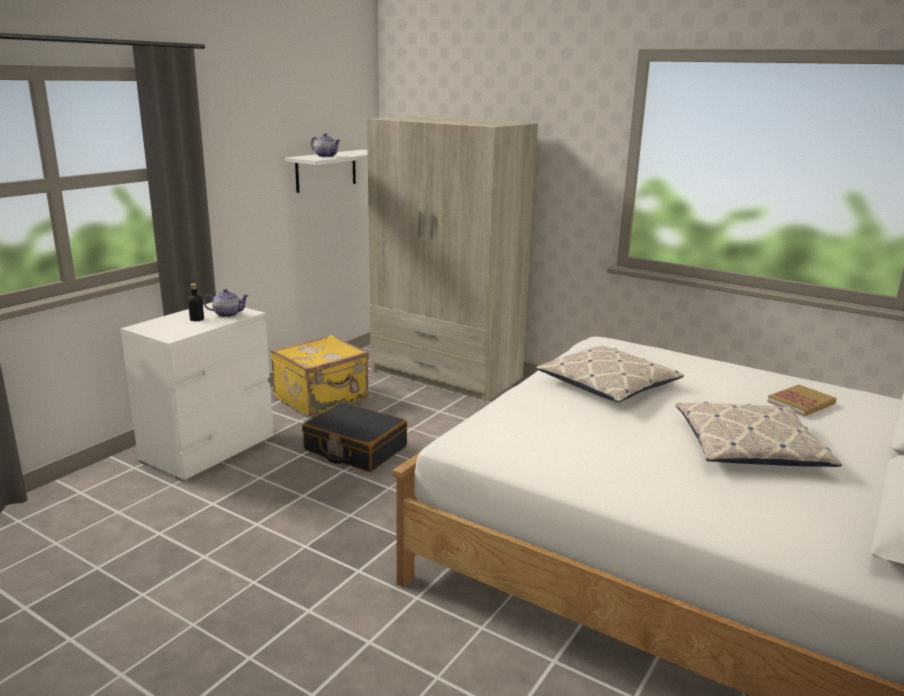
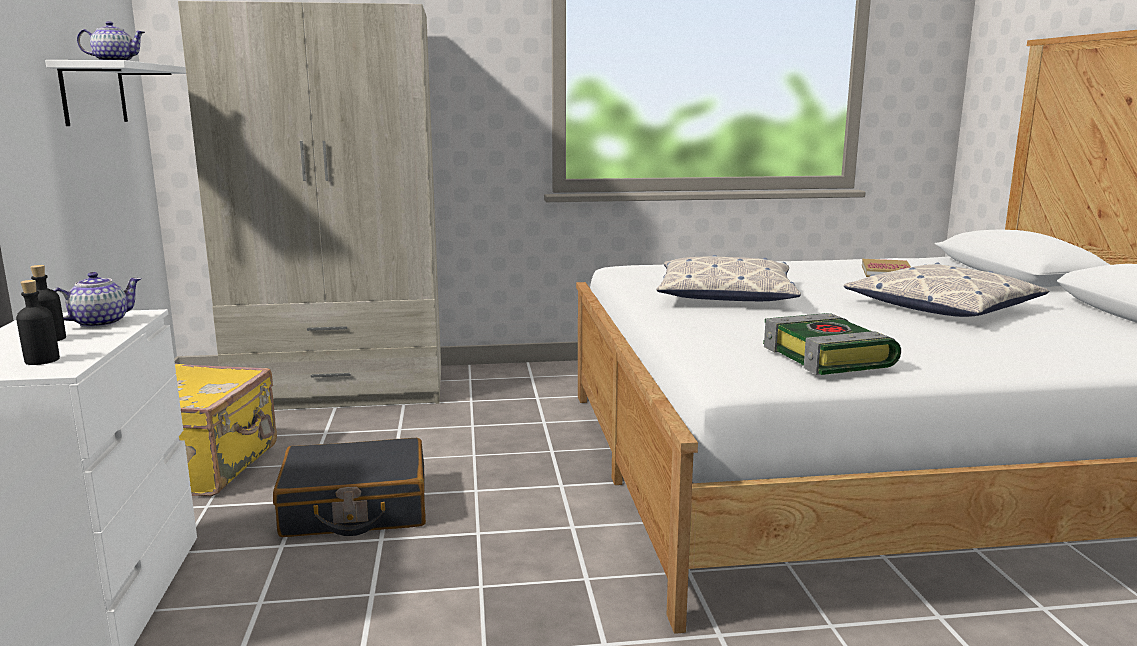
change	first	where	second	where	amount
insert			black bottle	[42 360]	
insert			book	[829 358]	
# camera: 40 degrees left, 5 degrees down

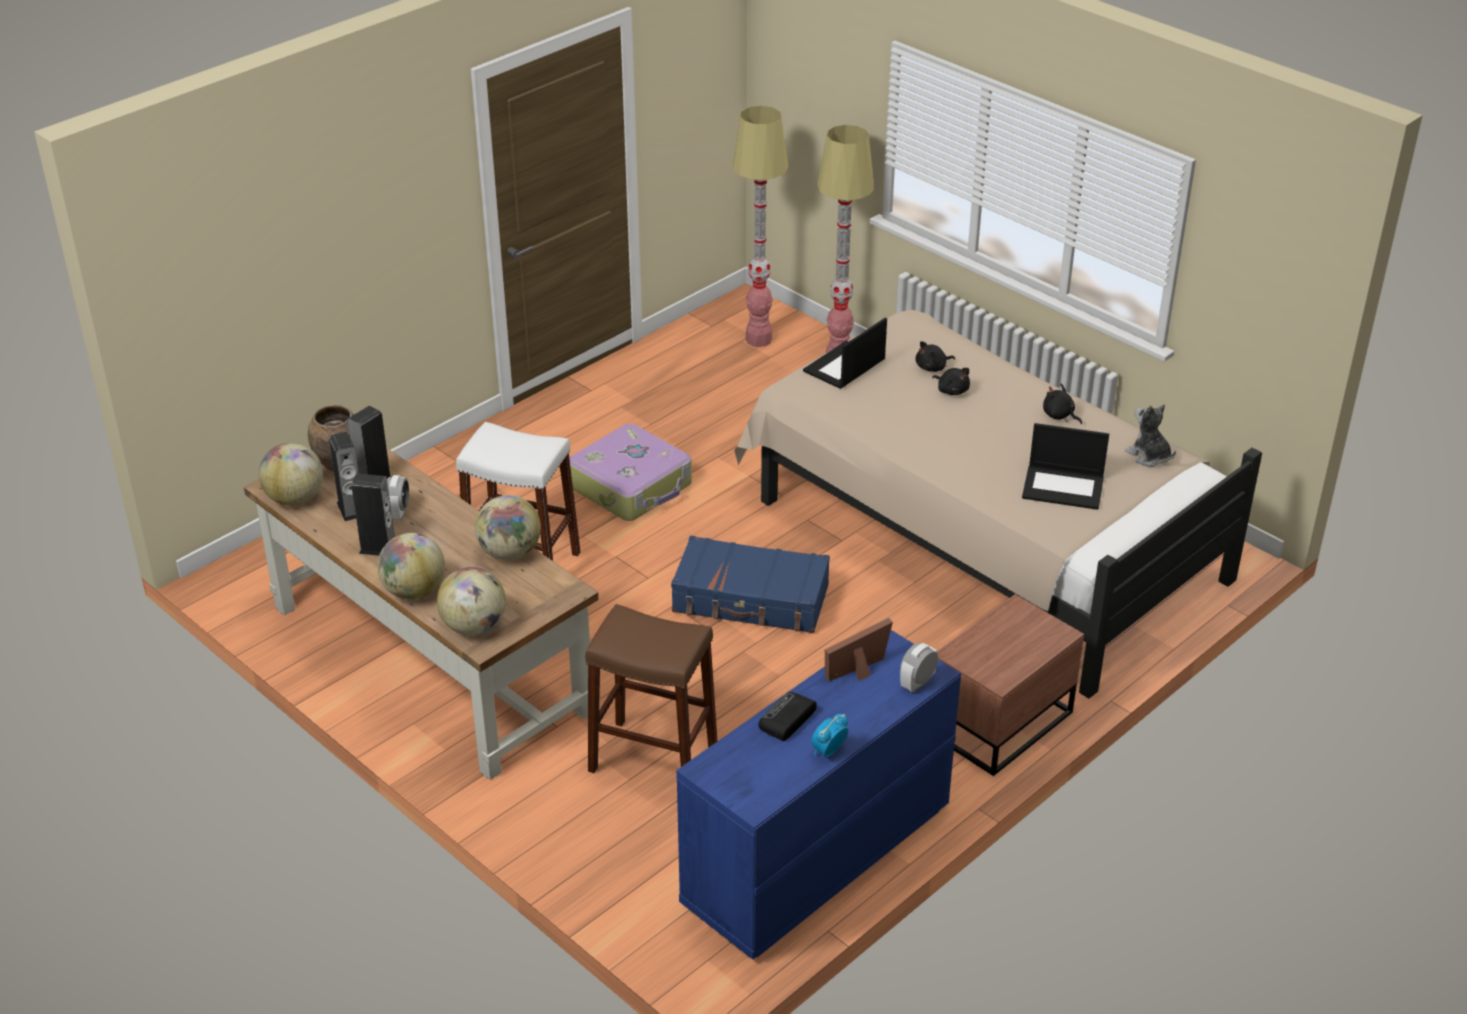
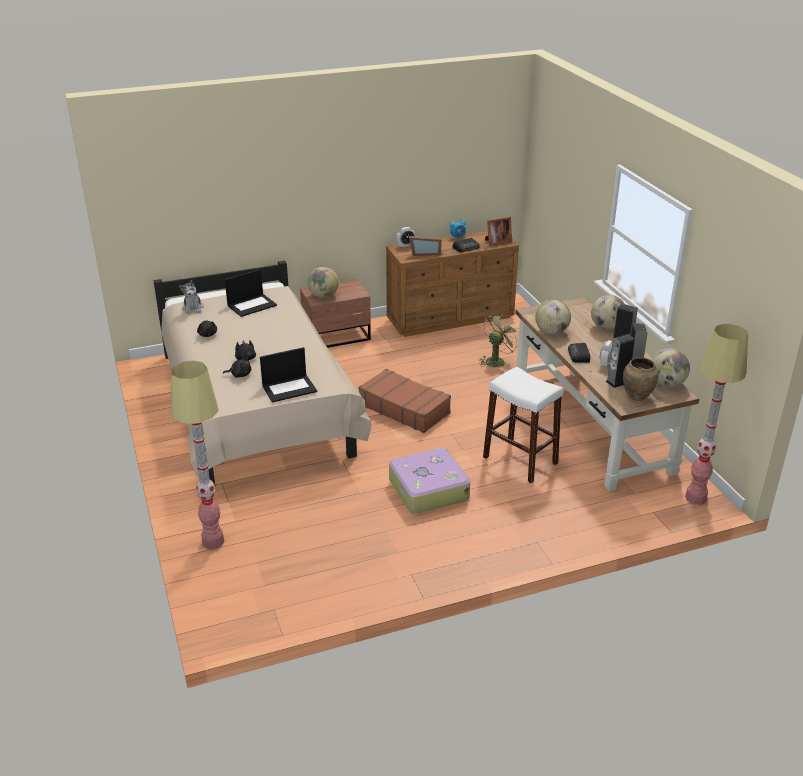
change	first	where	second	where	amount
rotate	laptop	[1064 487]		[252 305]	105 degrees clockwise
move	globe	[474 626]		[323 296]	
recolor	blue suitcase	[751 599]	brown suitcase	[404 408]	
recolor	blue dresser	[815 857]	brown dresser	[451 318]	
replace	brown stool	[653 758]	green fan	[497 360]	
insert			picture frame	[497 242]	
insert			radio	[579 355]	
move	floor lamp	[758 339]		[696 498]	
# camera: 155 degrees left, 5 degrees down

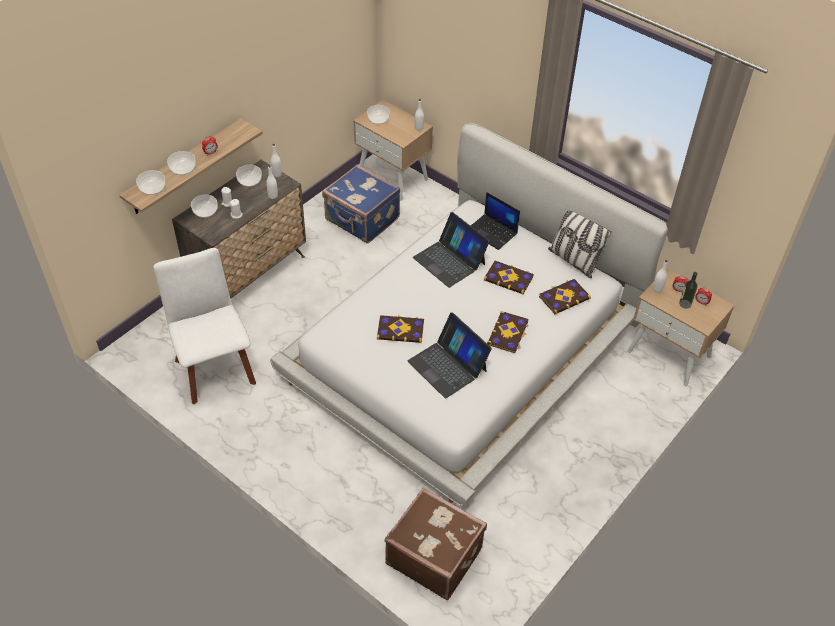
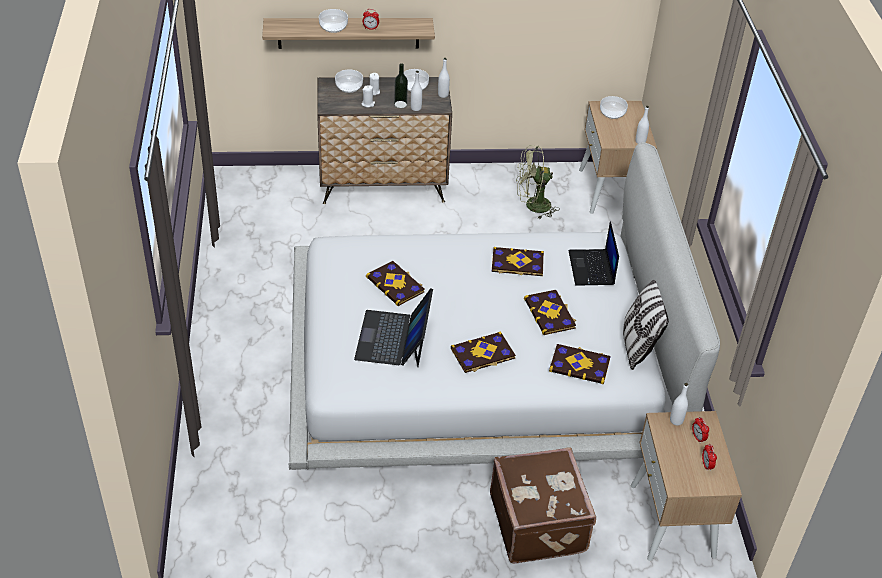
change	first	where	second	where	amount
move	bottle	[685 304]		[400 104]	
move	brown suitcase	[434 555]		[539 523]	
replace	laptop	[449 260]	book	[517 263]	
replace	blue suitcase	[362 220]	green fan	[532 206]	
delete	bowl	[153 188]			
delete	white chair	[214 368]			
# camera: 45 degrees right, 5 degrees down

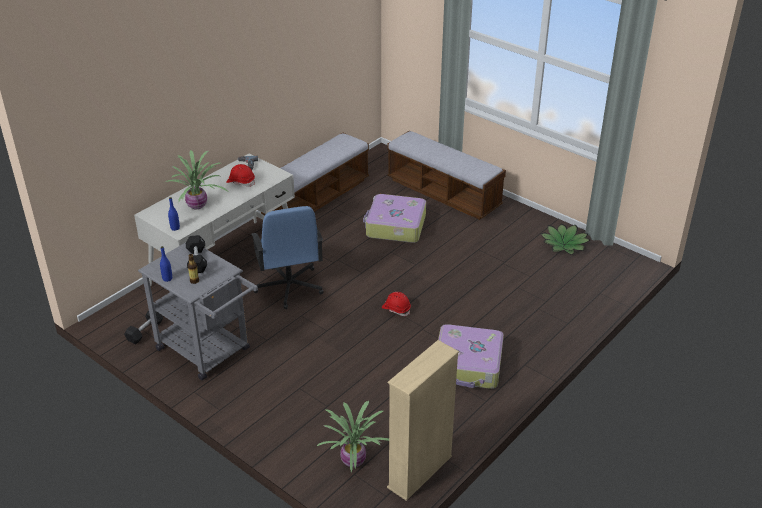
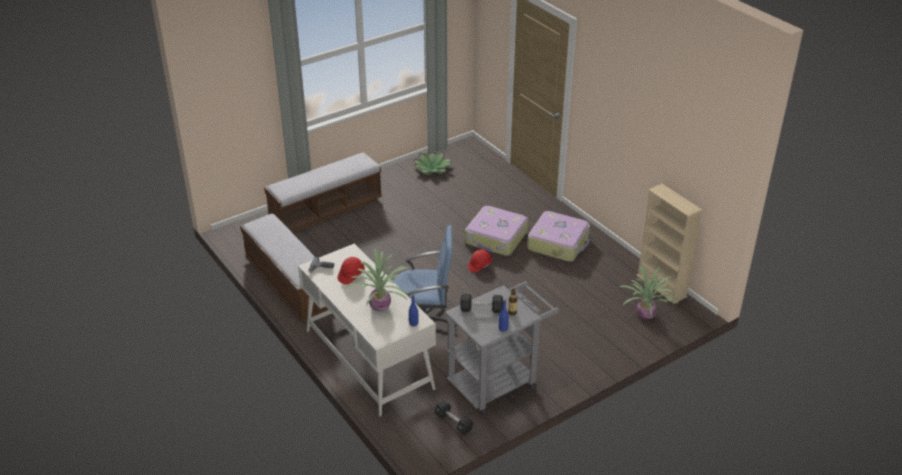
change	first	where	second	where	amount
move	suitcase	[395 226]		[496 238]	
# camera: 75 degrees left, 0 degrees up

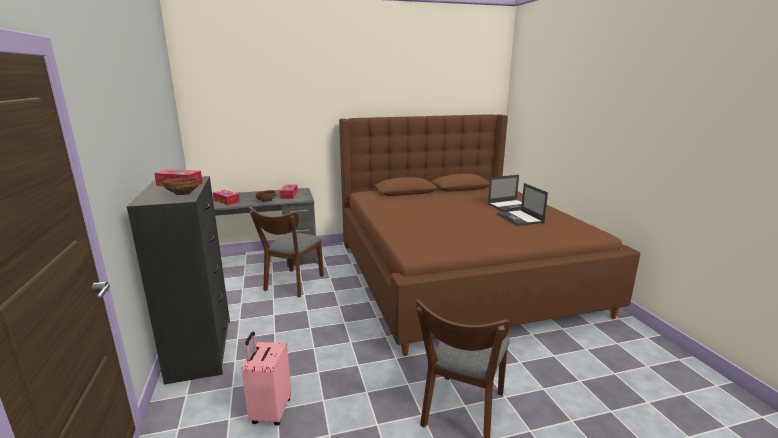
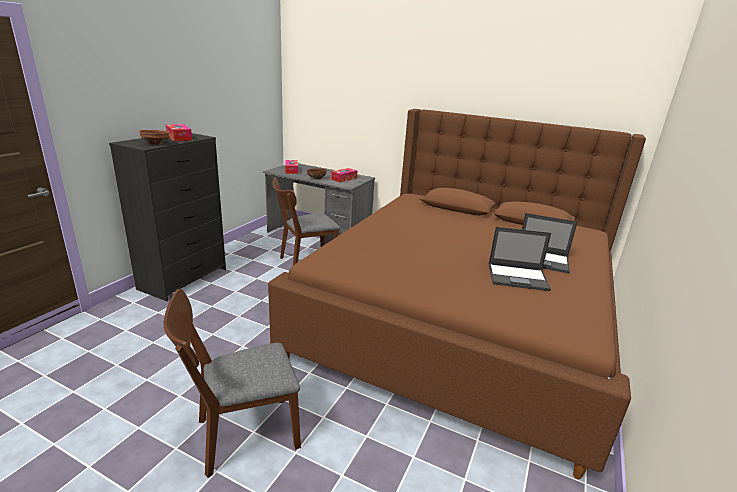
change	first	where	second	where	amount
rotate	laptop	[520 218]		[518 277]	105 degrees counterclockwise
delete	pink suitcase	[270 411]			
# camera: 40 degrees right, 5 degrees up

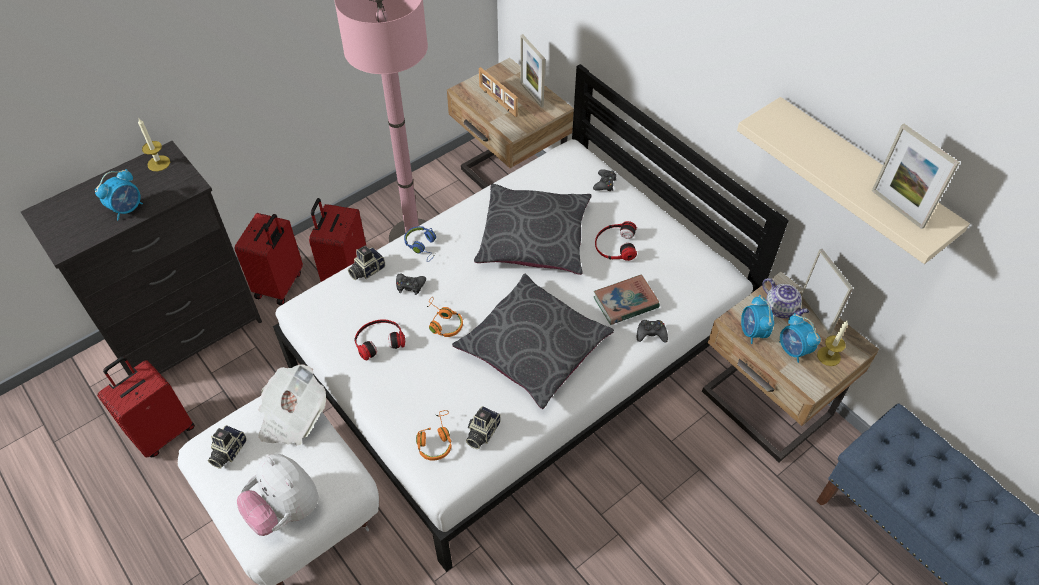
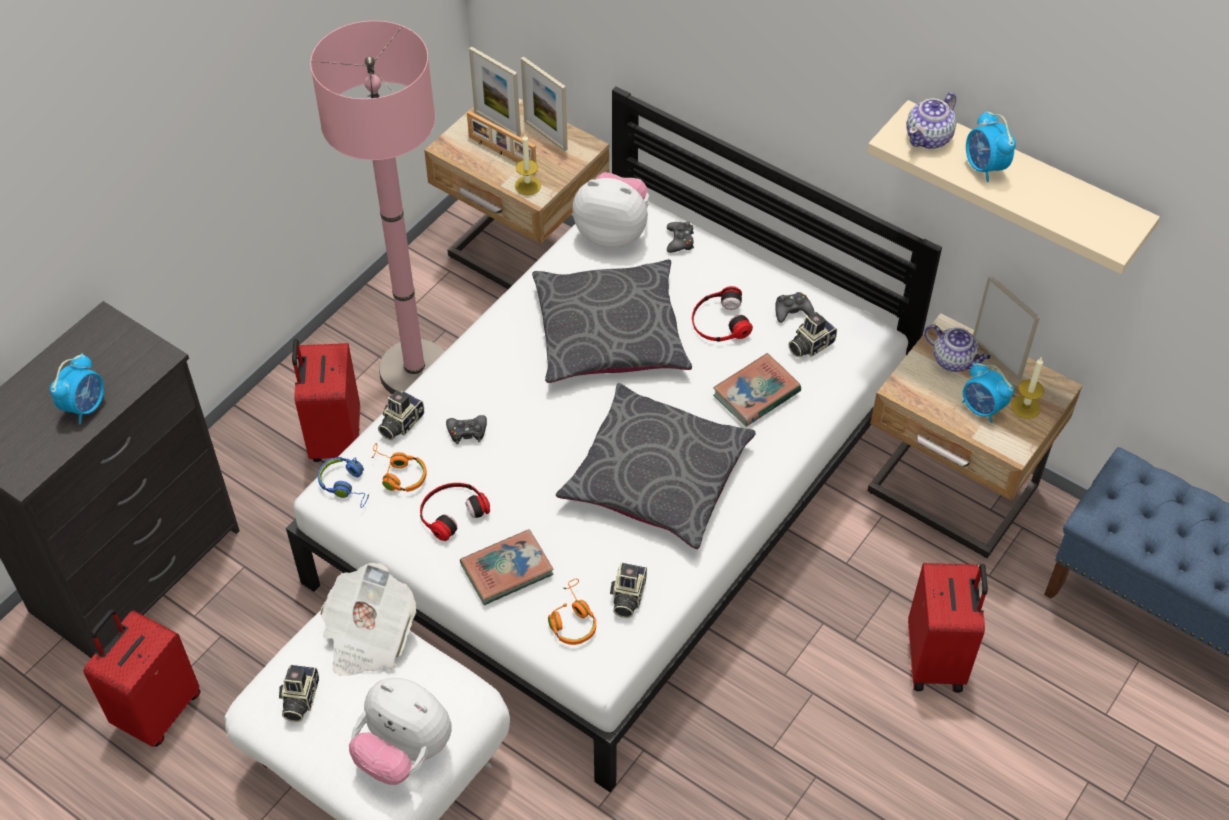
change	first	where	second	where	amount
move	blue headphones	[422 246]		[347 485]	
move	orange headphones	[443 322]		[398 474]	
insert			book	[507 570]	
move	picture frame	[897 208]		[497 123]	
move	candle	[159 163]		[527 185]	
insert			plush toy	[613 232]	
move	black game controller	[651 334]		[792 311]	
insert			photo camera	[809 345]	
insert			teapot	[929 137]	
move	red suitcase	[280 285]		[937 660]	
move	alarm clock	[752 332]		[984 167]	
# camera: 15 degrees left, 0 degrees up

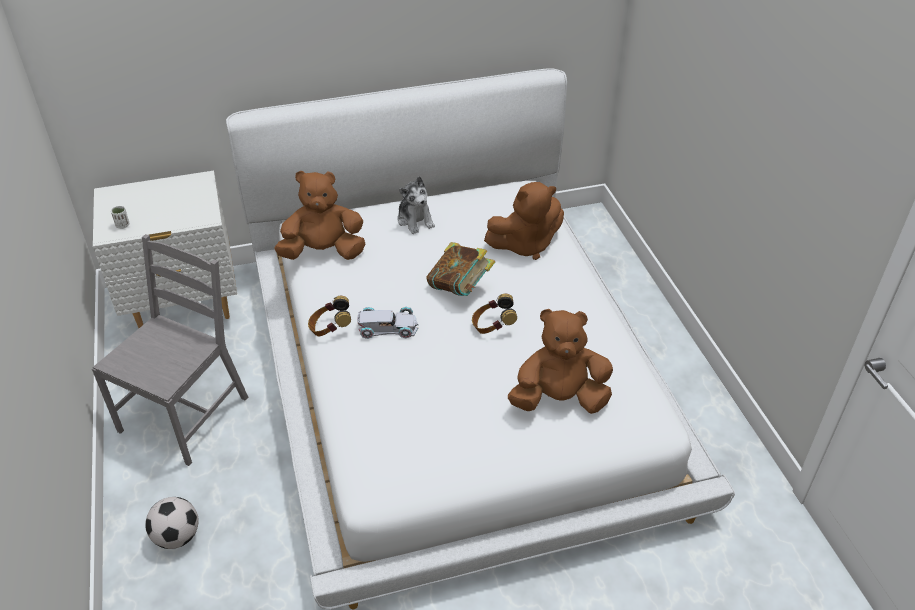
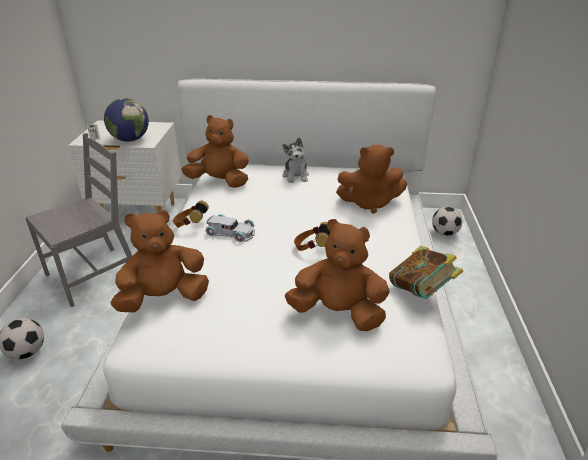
change	first	where	second	where	amount
insert			globe	[130 140]	
insert			brown plush toy	[164 298]	
move	book	[460 288]		[421 291]	
insert			football	[444 233]	
# camera: 20 degrees right, 10 degrees down

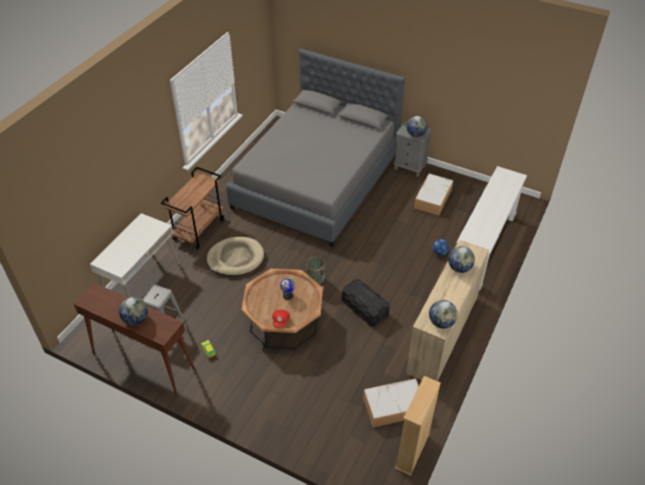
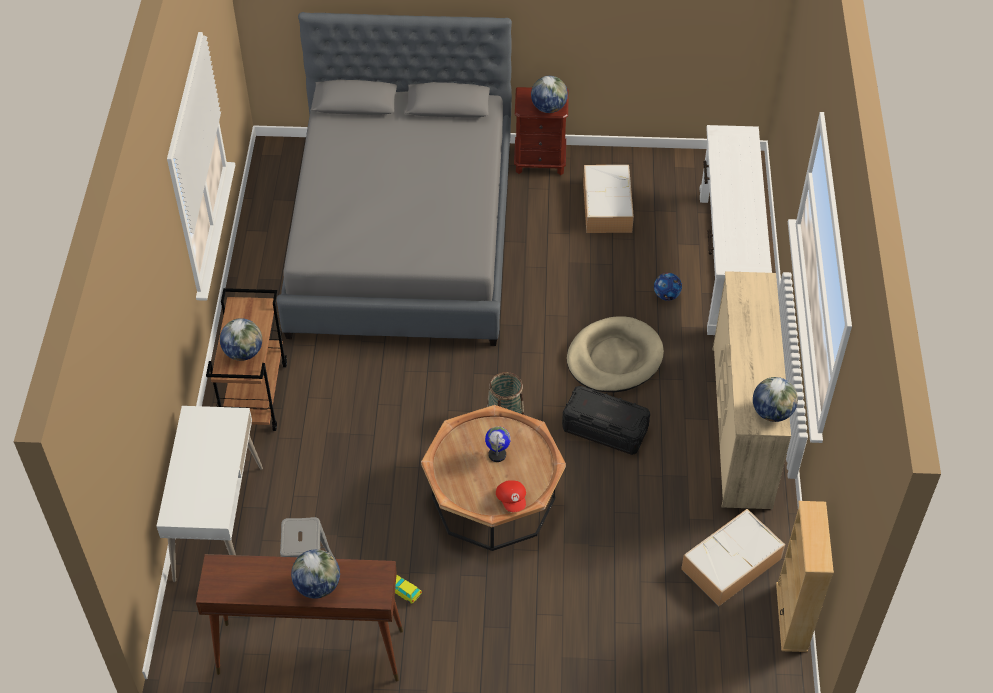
change	first	where	second	where	amount
move	globe	[459 268]		[243 352]	
recolor	grey nightstand	[410 167]	brown nightstand	[540 161]	
move	beige dog bed	[235 258]		[614 358]	
# camera: 25 degrees left, 5 degrees up

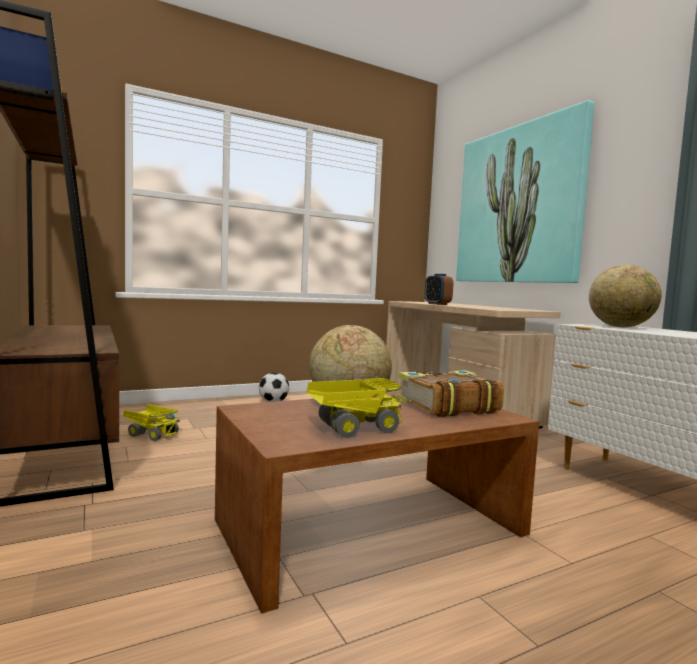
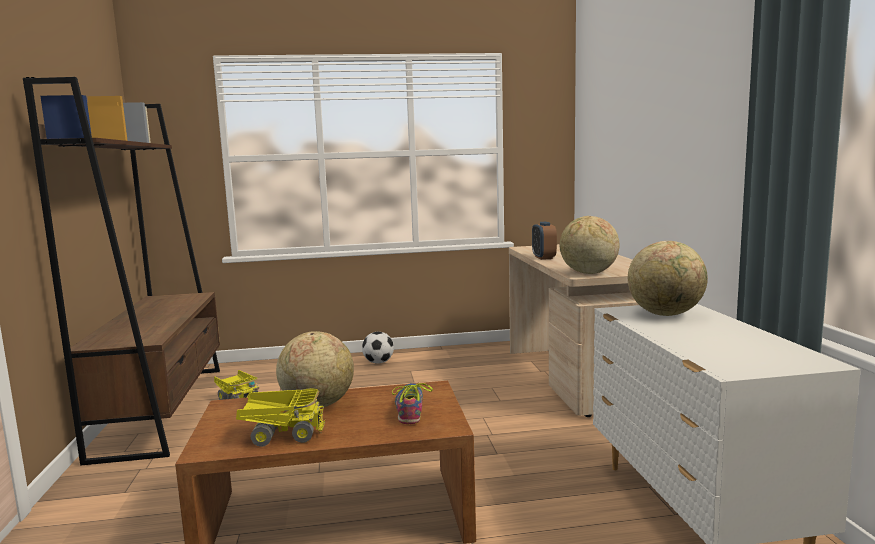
change	first	where	second	where	amount
replace	book	[446 406]	shoe	[410 409]	
insert			globe	[588 273]	
delete	picture	[518 205]			
# camera: 20 degrees right, 5 degrees up

